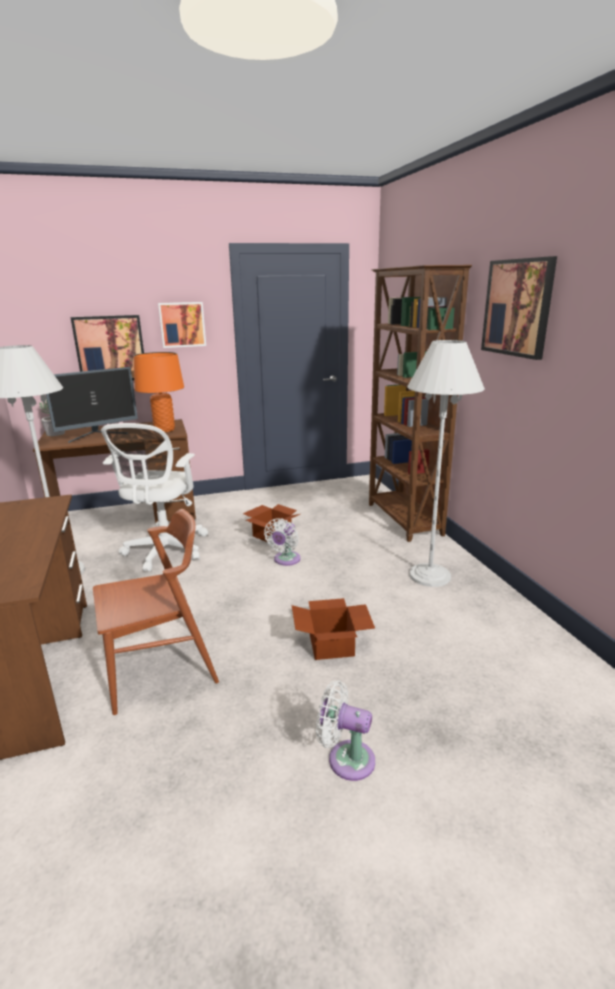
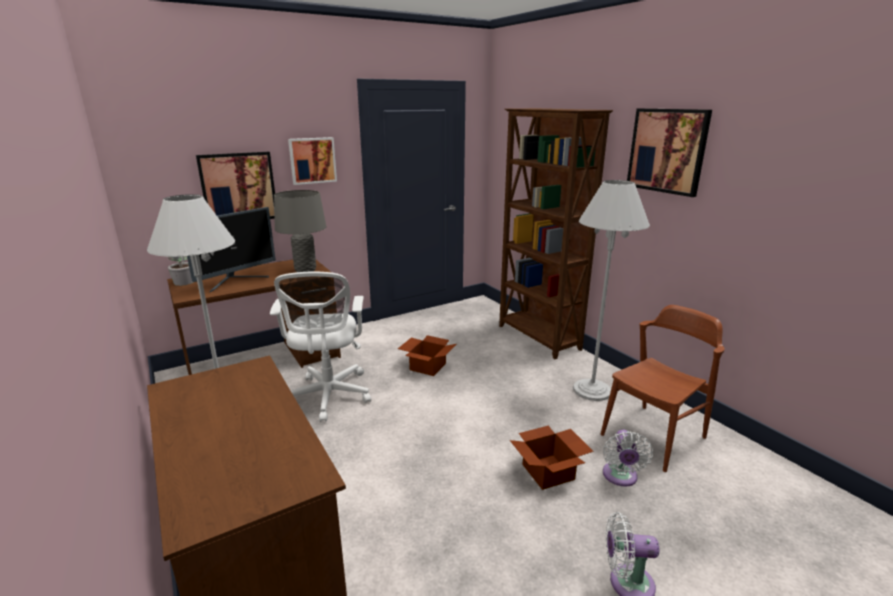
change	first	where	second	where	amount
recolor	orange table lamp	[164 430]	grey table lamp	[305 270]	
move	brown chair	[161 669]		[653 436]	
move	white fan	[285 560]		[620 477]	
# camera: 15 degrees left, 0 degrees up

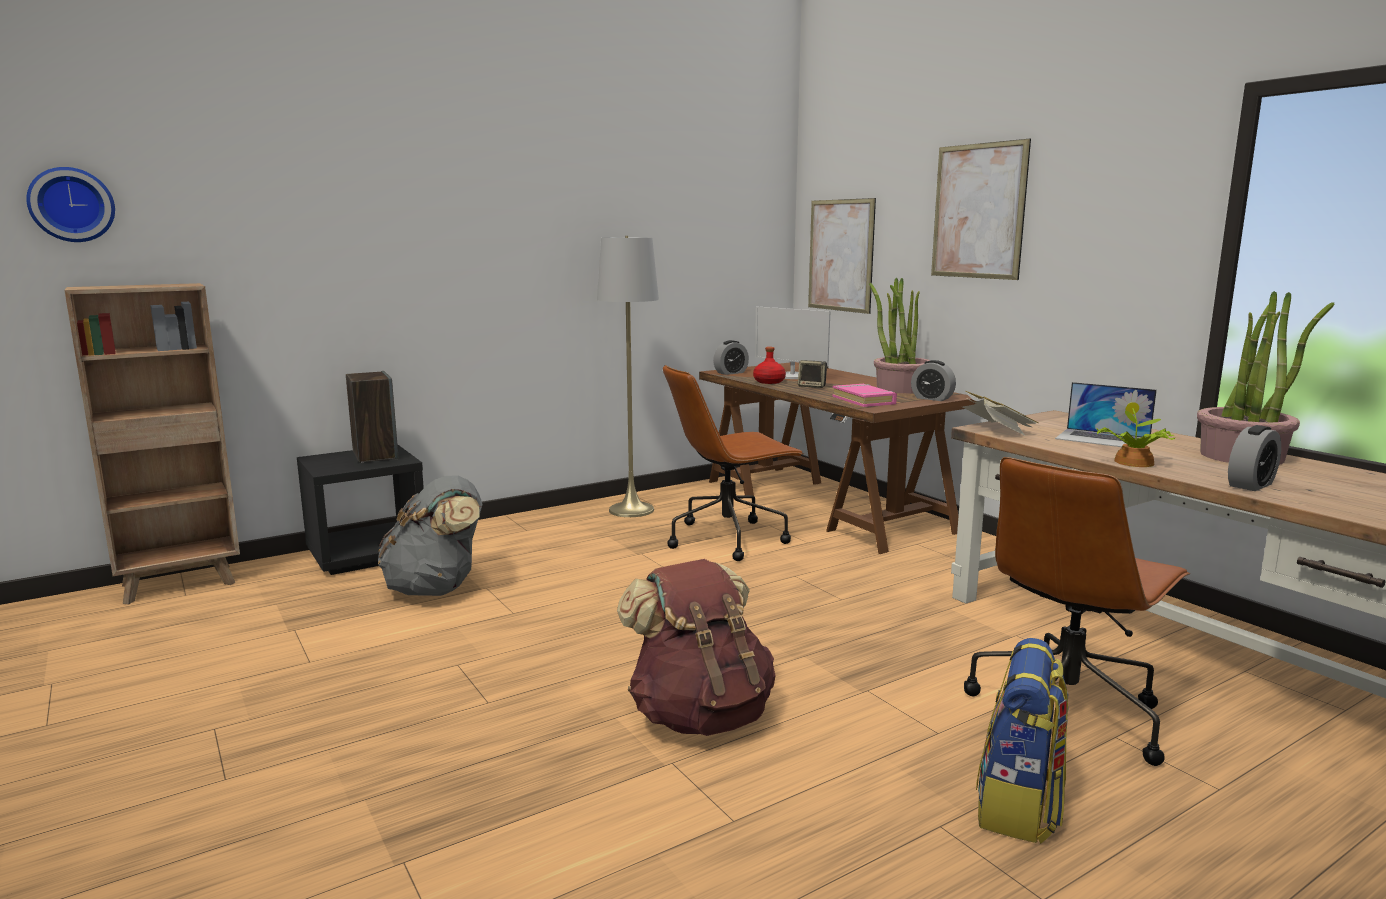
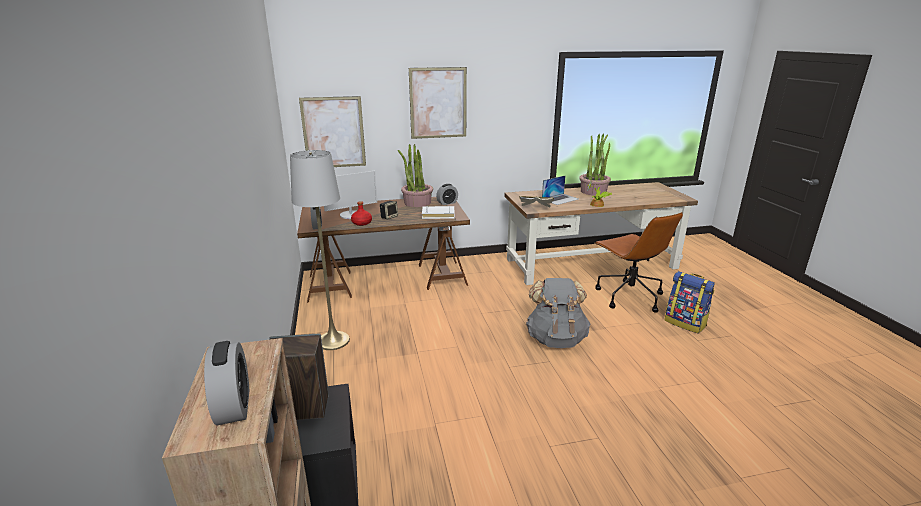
change	first	where	second	where	amount
move	alarm clock	[1250 485]		[233 406]	
recolor	pink book	[864 400]	white book	[438 215]	
move	grey backpack	[436 588]		[556 339]	
delete	wall clock	[72 205]			
delete	brown backpack	[699 715]			
delete	brown office chair	[729 538]			
# camera: 70 degrees left, 10 degrees up

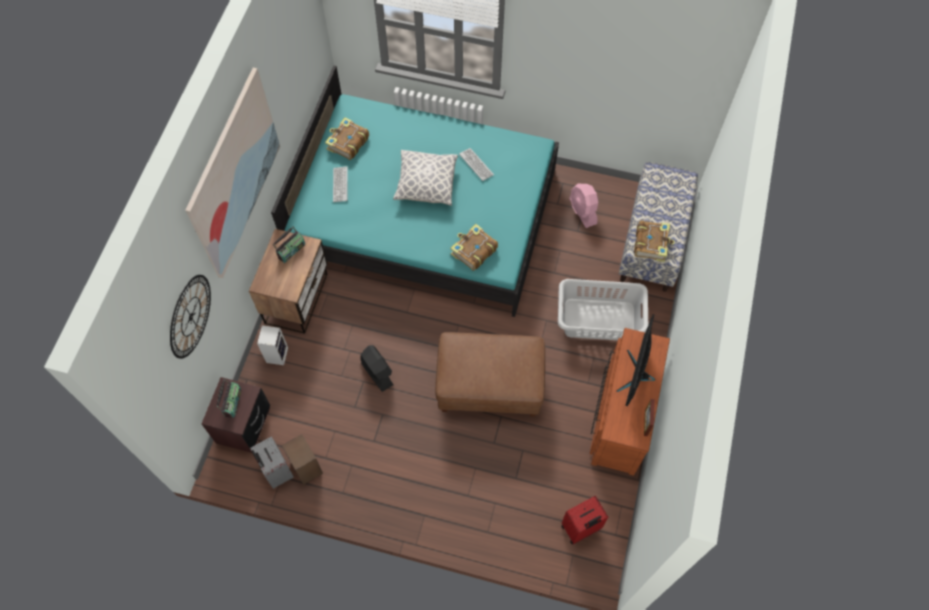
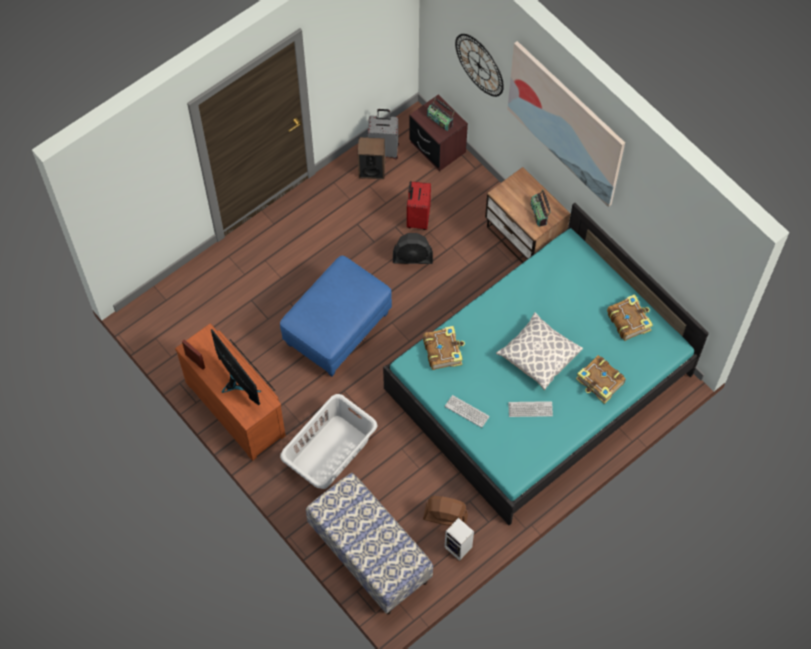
change	first	where	second	where	amount
recolor	brown ottoman	[488 387]	blue ottoman	[337 328]	
move	red suitcase	[581 528]		[417 218]	
recolor	pink fan	[582 211]	brown fan	[445 517]	
move	keyboard	[340 184]		[467 411]	
move	speaker	[277 354]		[459 548]	
move	book	[651 243]		[600 382]	
# camera: 125 degrees right, 0 degrees up

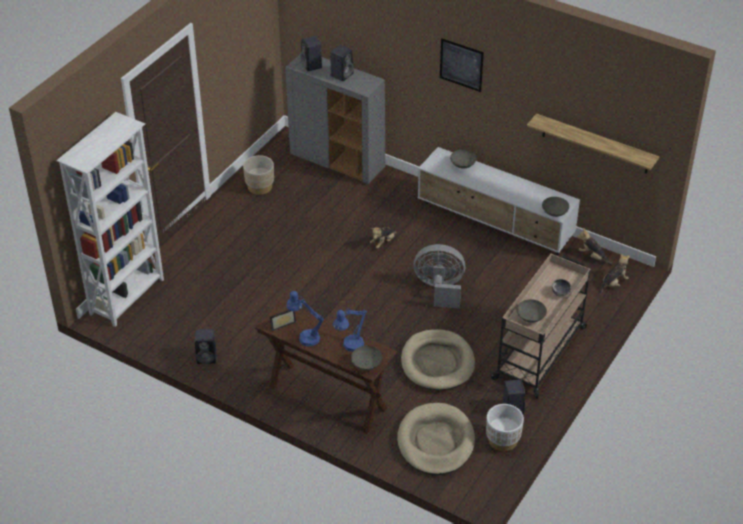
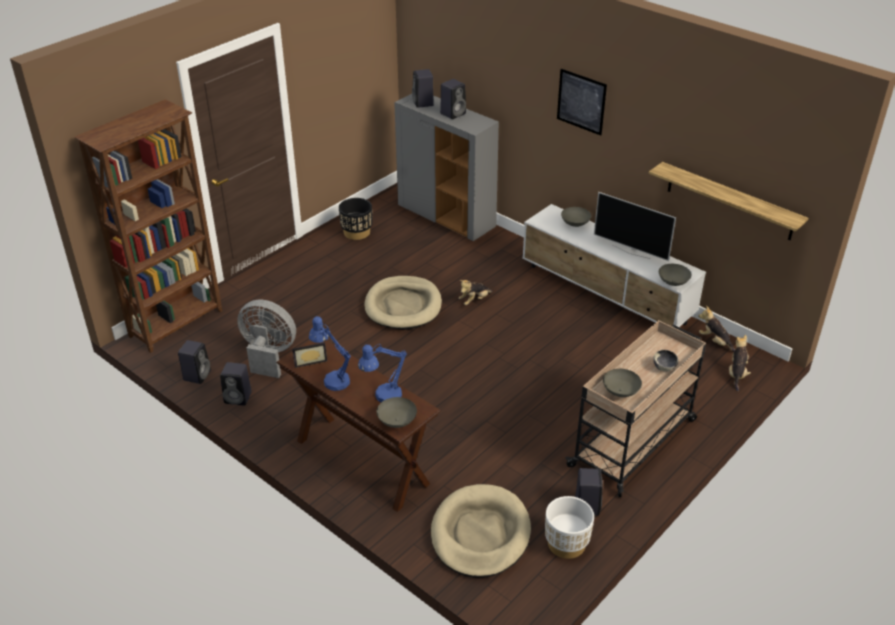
change	first	where	second	where	amount
recolor	white bookcase	[128 297]	brown bookcase	[177 324]	
insert			black speaker	[197 375]	
move	grey fan	[440 289]		[268 355]	
recolor	beige planter	[260 187]	black planter	[357 232]	
move	beige dog bed	[437 363]		[403 306]	
insert			television	[631 251]	
rotate	plush toy	[613 283]		[737 374]	45 degrees counterclockwise
# camera: 10 degrees right, 5 degrees down

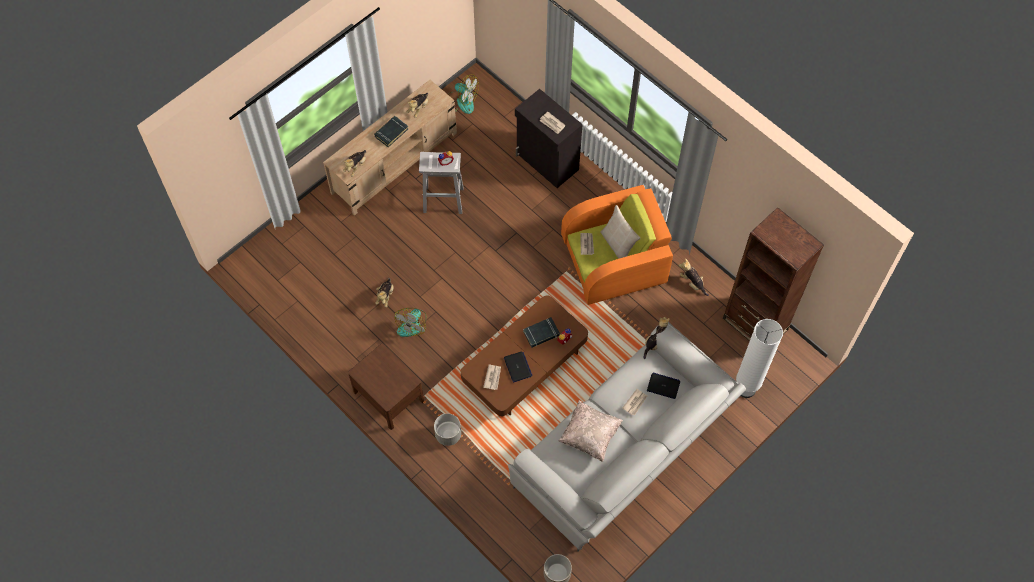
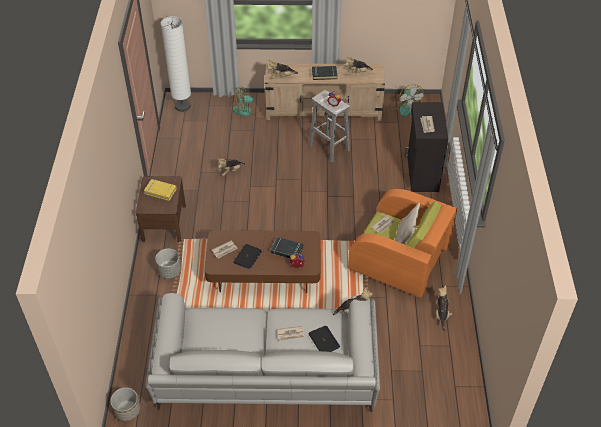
change	first	where	second	where	amount
insert			yellow book	[160 191]	
move	white floor lamp	[745 388]		[182 106]	
move	fan	[412 324]		[247 110]	
delete	beige pillow	[589 435]			
delete	brown bookcase	[755 324]			
# camera: 45 degrees right, 15 degrees down

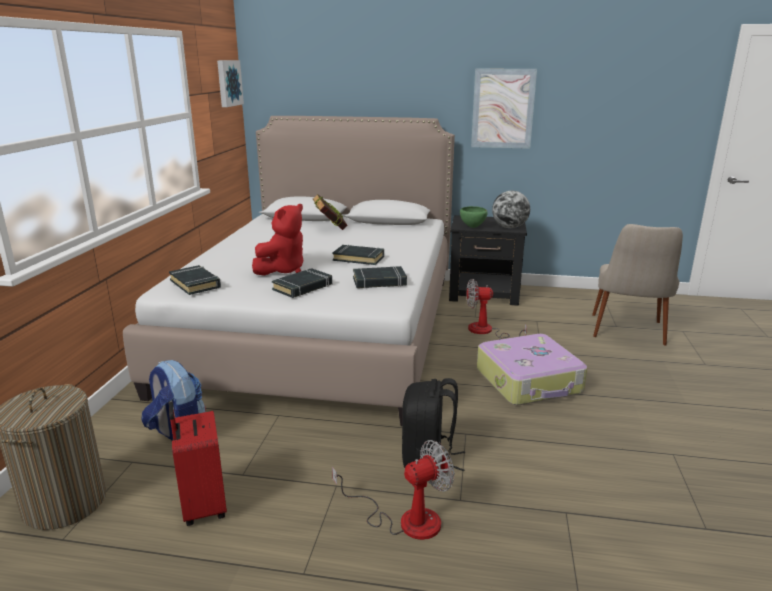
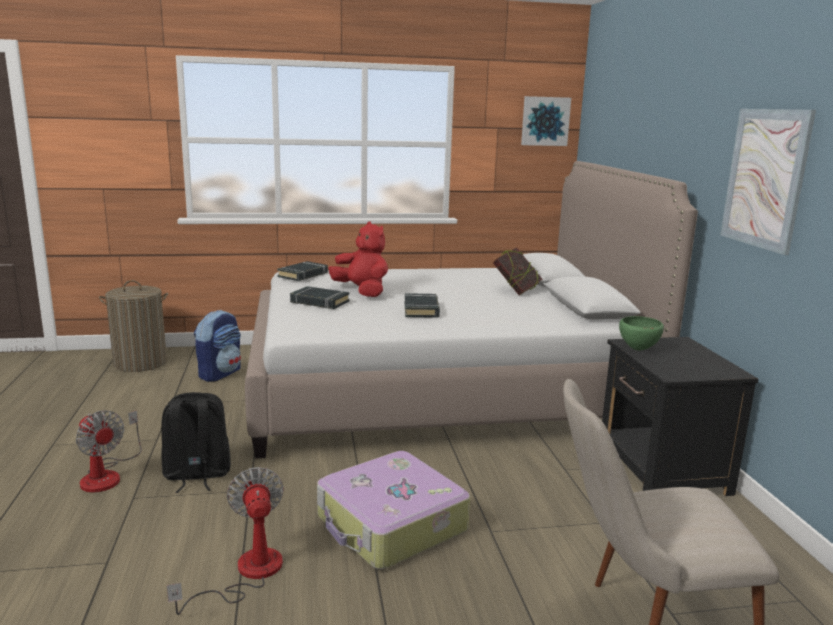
change	first	where	second	where	amount
move	fan	[486 332]		[247 573]	
rotate	red plush toy	[283 270]		[362 292]	150 degrees counterclockwise
delete	red suitcase	[202 507]			
delete	black book	[379 282]			
delete	globe	[509 227]			
# camera: 70 degrees right, 5 degrees down

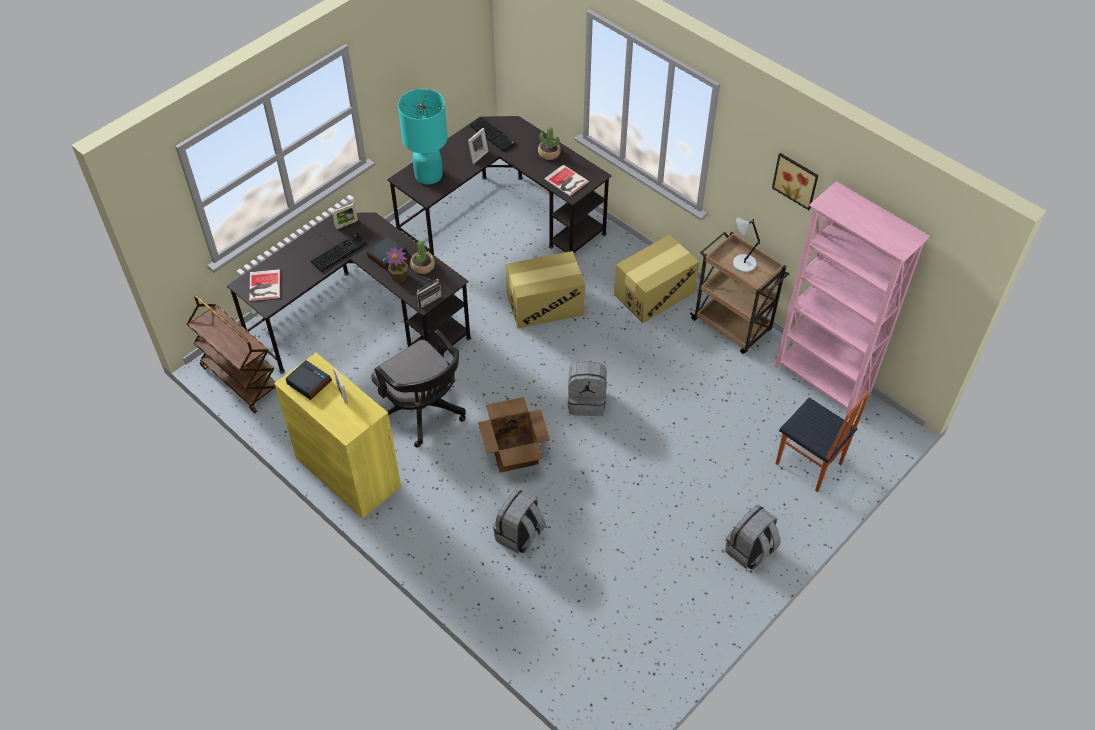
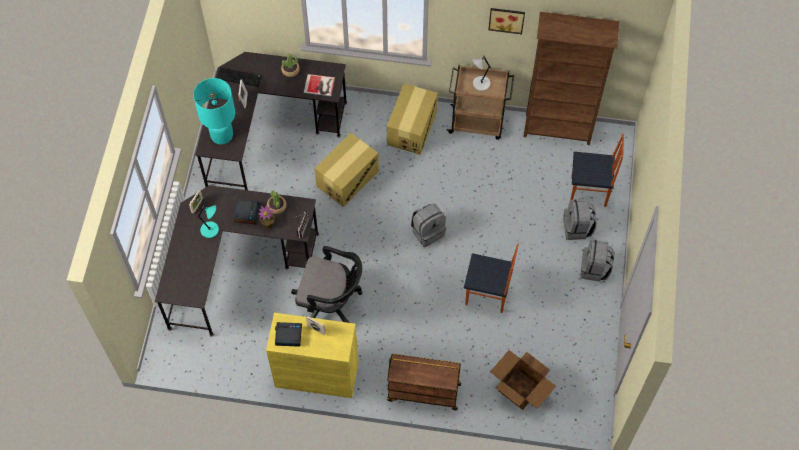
change	first	where	second	where	amount
replace	keyboard	[339 252]	turquoise table lamp	[211 230]	
move	brown cart	[240 379]		[423 392]	
insert			chair	[487 295]	
move	cardboard box	[514 453]		[520 390]	
recolor	pink bookcase	[822 381]	brown bookcase	[558 130]	
move	grey backpack	[519 535]		[577 228]	
delete	book	[264 286]			
# camera: 35 degrees left, 10 degrees up

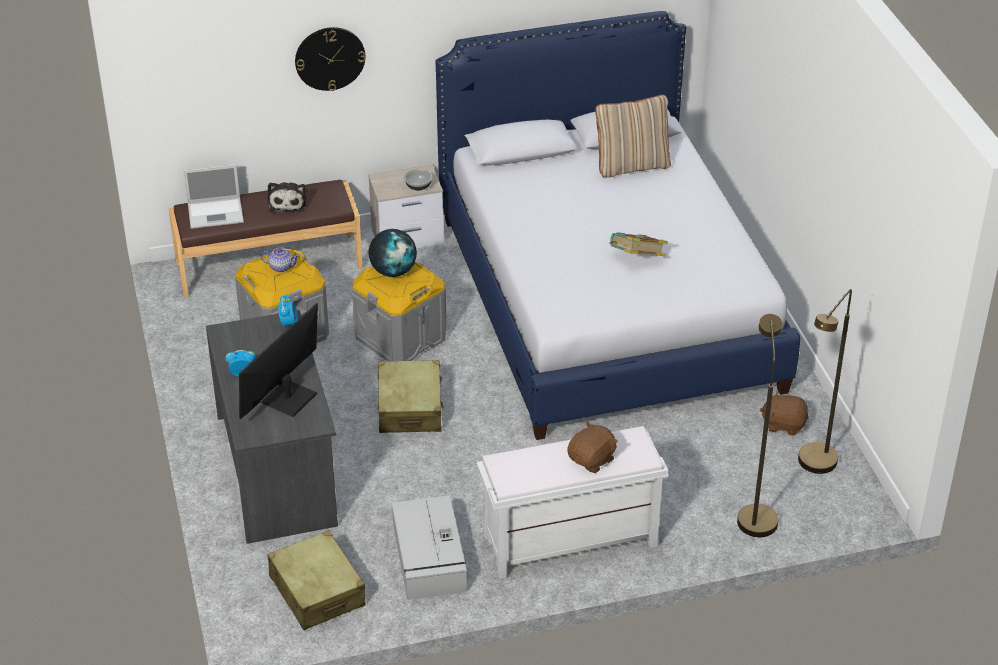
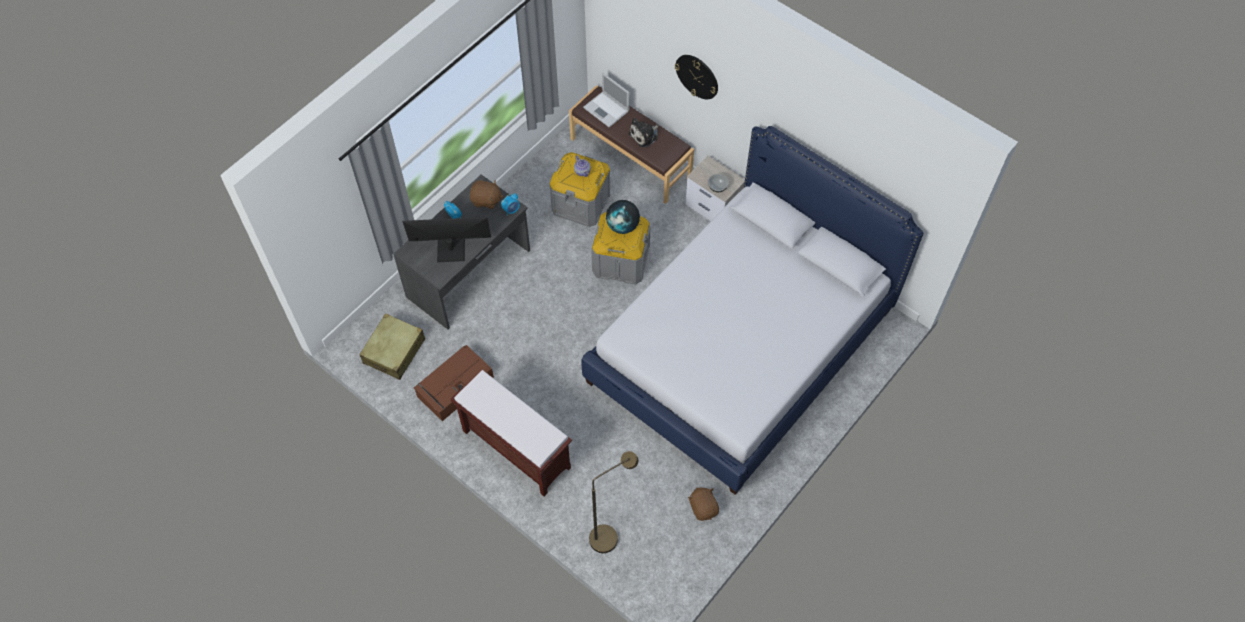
change	first	where	second	where	amount
recolor	grey storage box	[429 558]	brown storage box	[454 388]	
recolor	white bench	[569 542]	brown bench	[515 449]	
move	brown plush toy	[592 460]		[486 200]	
delete	beige suitcase	[410 407]			
delete	beige pillow	[632 165]			
delete	book	[636 260]			
delete	brown floor lamp	[814 467]			
# camera: 55 degrees right, 20 degrees up

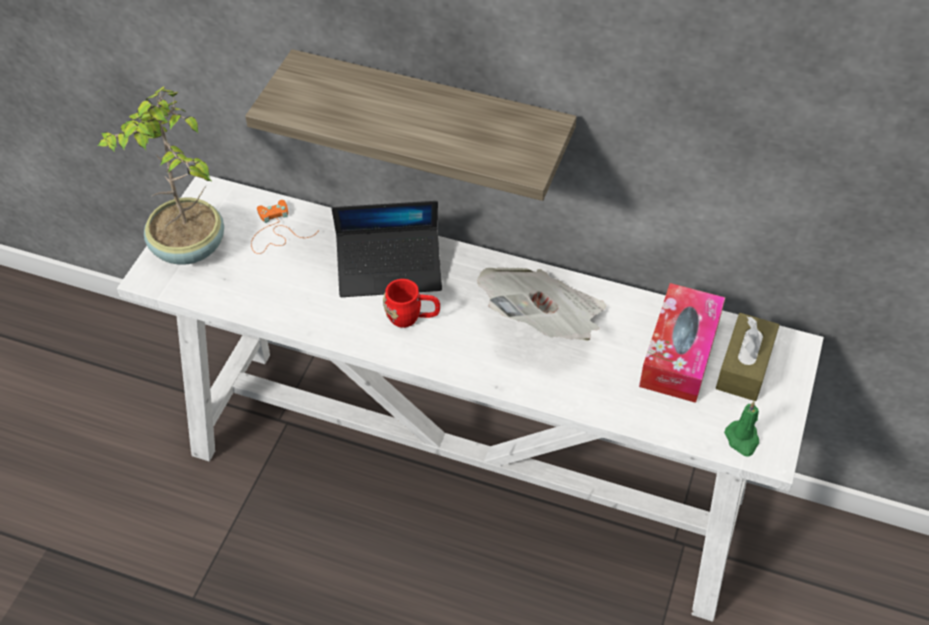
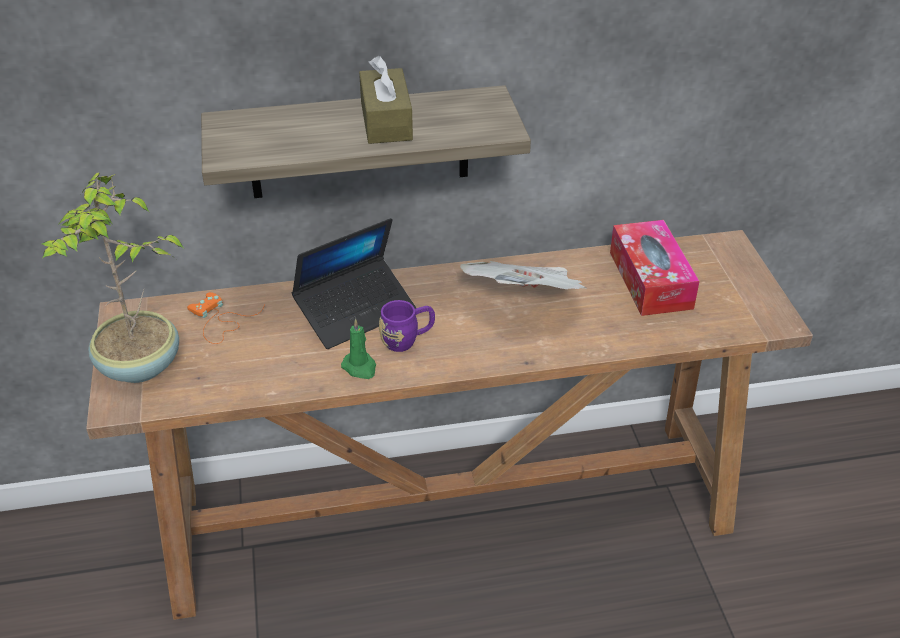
change	first	where	second	where	amount
recolor	white console table	[467 476]	brown console table	[453 515]	
move	green candle	[742 439]		[360 367]	
move	brown tissue box	[744 366]		[386 121]	
recolor	red mug	[412 317]	purple mug	[407 340]	
# camera: 30 degrees left, 10 degrees down

